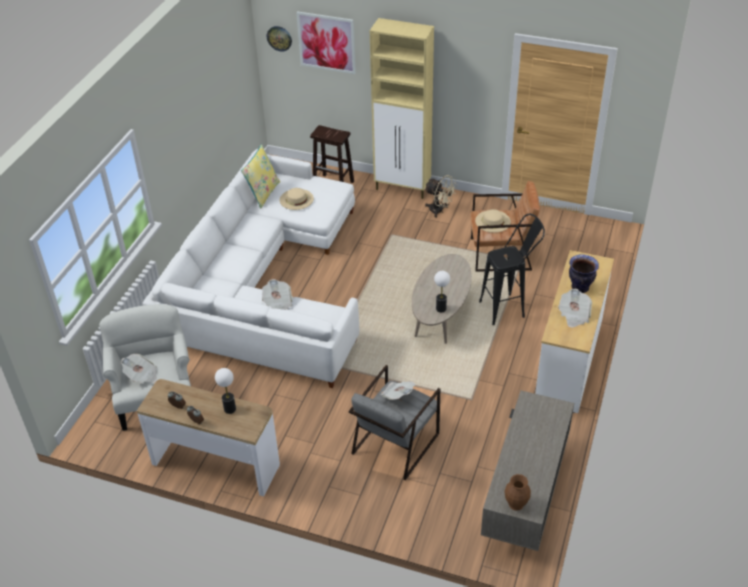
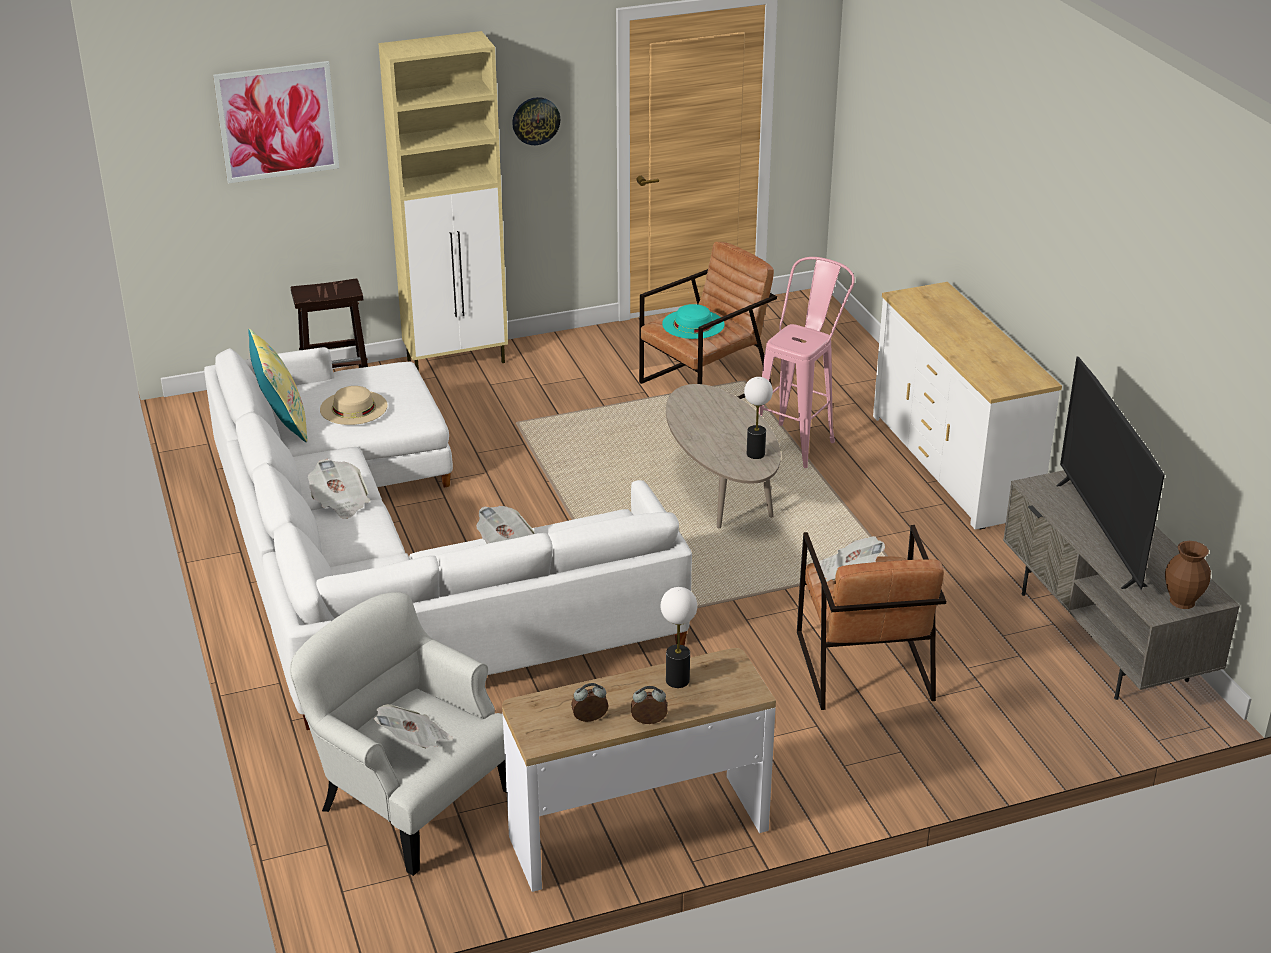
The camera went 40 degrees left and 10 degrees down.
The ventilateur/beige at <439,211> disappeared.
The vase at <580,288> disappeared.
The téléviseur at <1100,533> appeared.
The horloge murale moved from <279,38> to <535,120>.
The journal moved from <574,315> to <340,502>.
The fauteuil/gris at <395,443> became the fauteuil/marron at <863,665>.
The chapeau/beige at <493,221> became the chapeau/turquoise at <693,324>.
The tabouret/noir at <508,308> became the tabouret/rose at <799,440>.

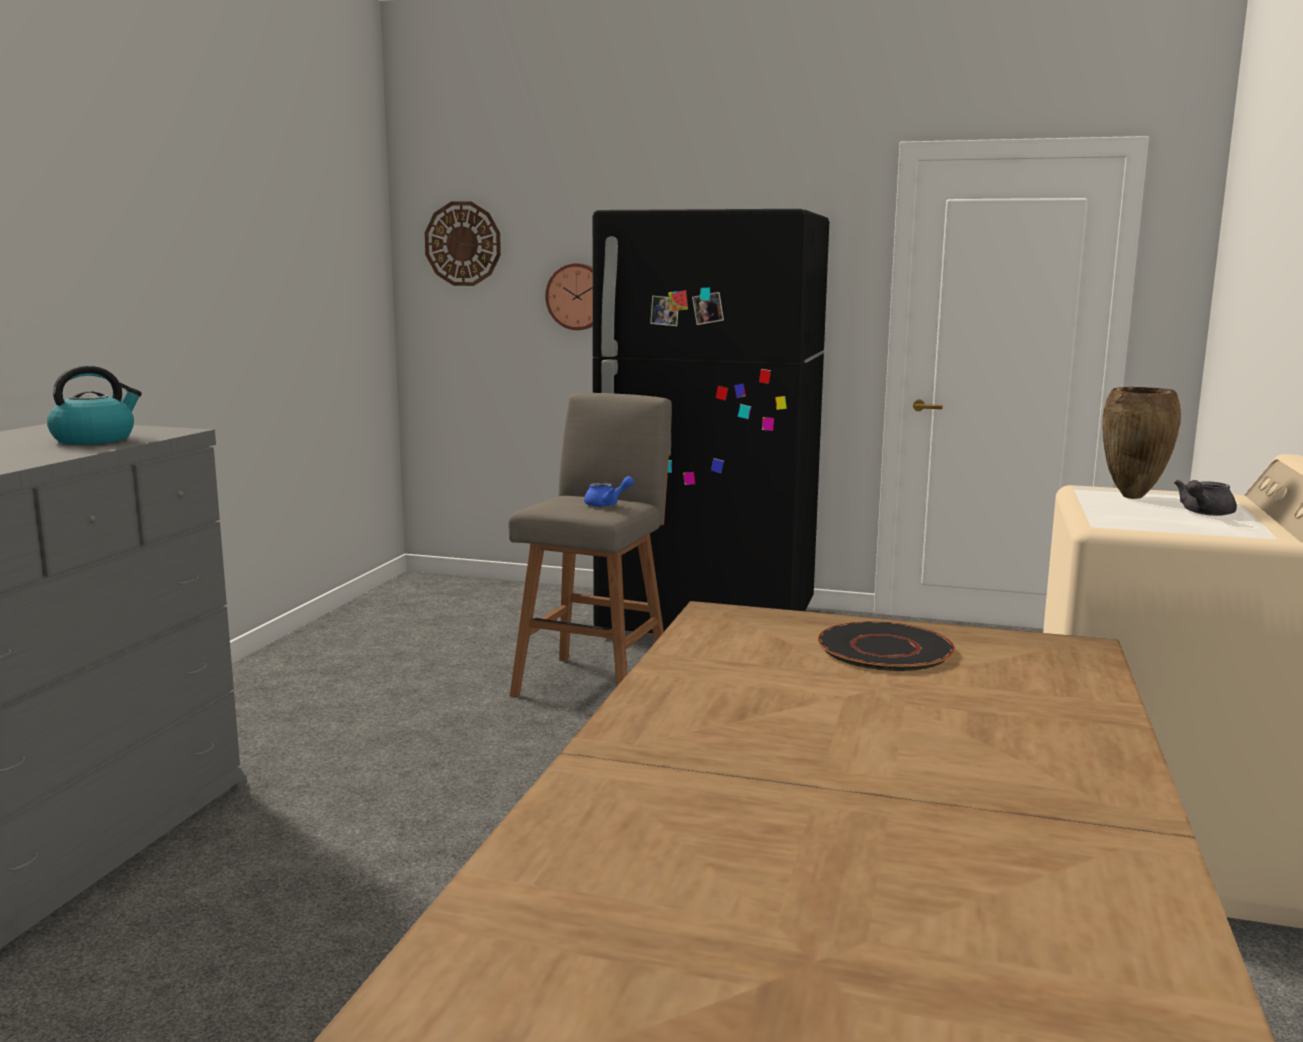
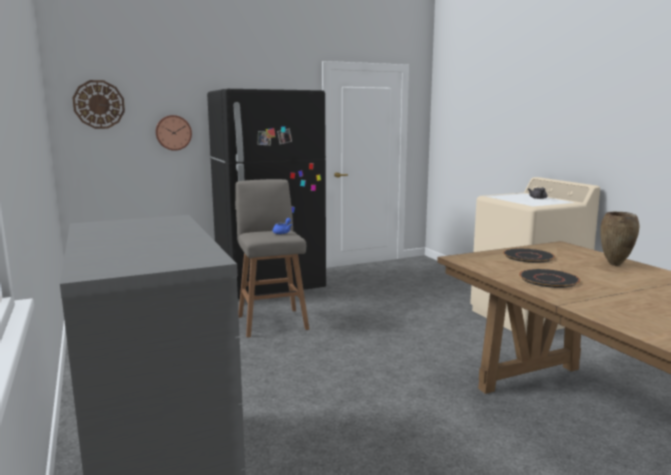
The camera went 40 degrees left and 0 degrees up.
The bouilloire at <95,439> disappeared.
The assiette/noir at <549,279> appeared.
The vase/marron moved from <1132,497> to <615,265>.

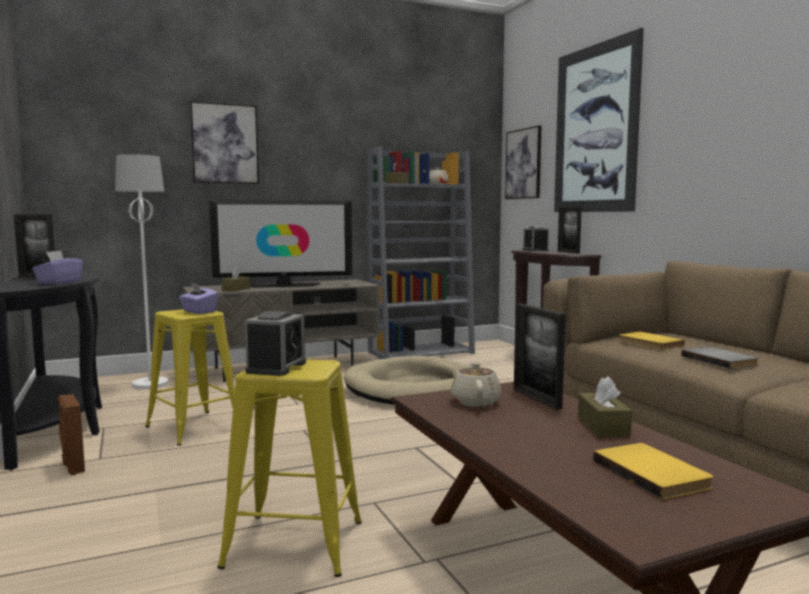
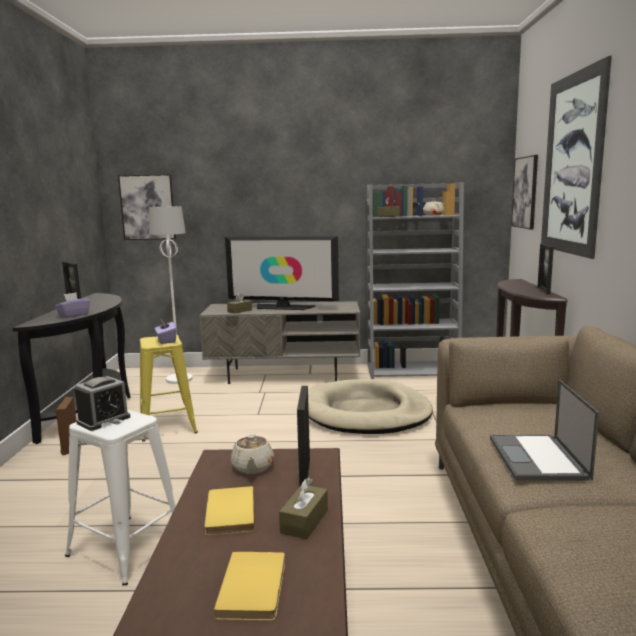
The camera went 25 degrees right and 5 degrees up.
The réveil at <535,250> disappeared.
The tableau moved from <225,143> to <147,207>.
The livre/jaune moved from <649,343> to <228,513>.
The livre/gris at <720,360> was replaced by the ordinateur portable at <538,458>.
The tabouret/jaune at <294,544> became the tabouret/blanc at <127,548>.
The théière/beige at <475,401> turned 150 degrees clockwise.

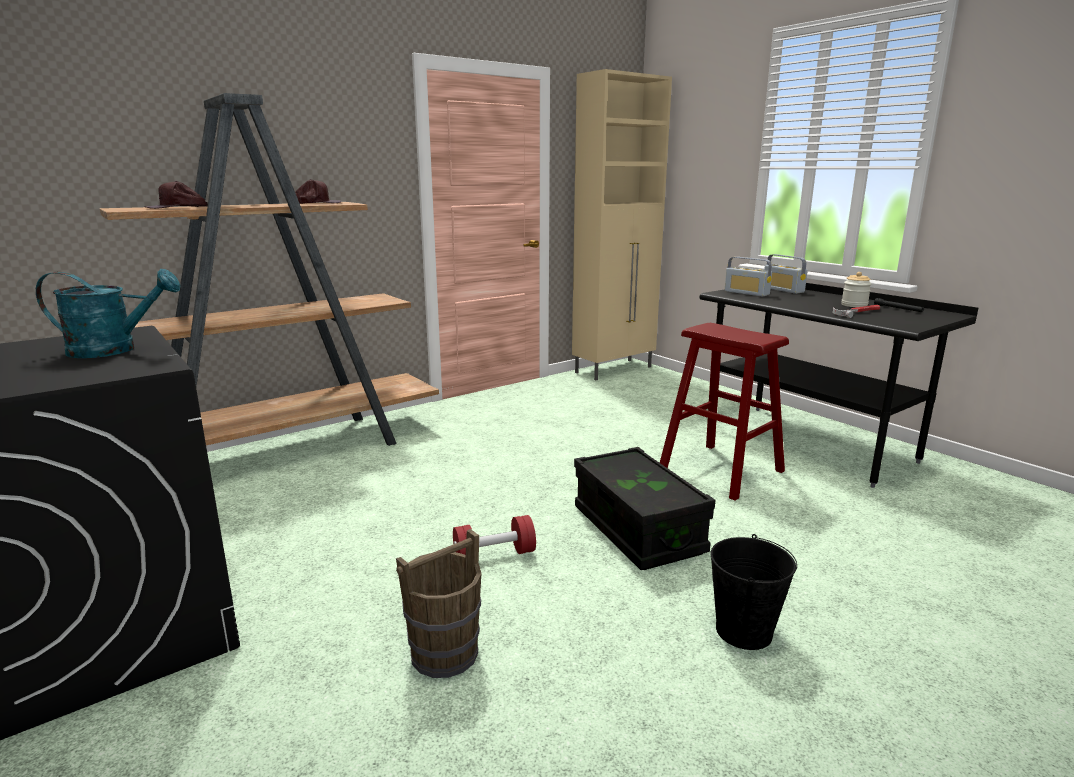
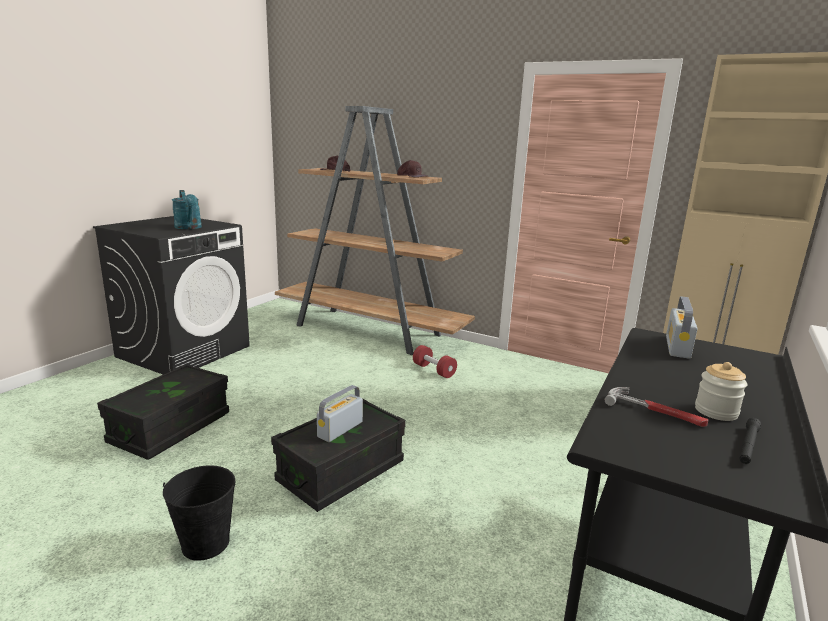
The camera went 65 degrees right and 0 degrees up.
The tabouret/rouge at <720,470> disappeared.
The haltère/rouge moved from <494,555> to <434,370>.
The radio moved from <783,290> to <340,429>.
The seau/marron at <443,654> was replaced by the boîte de rangement/noir at <171,428>.

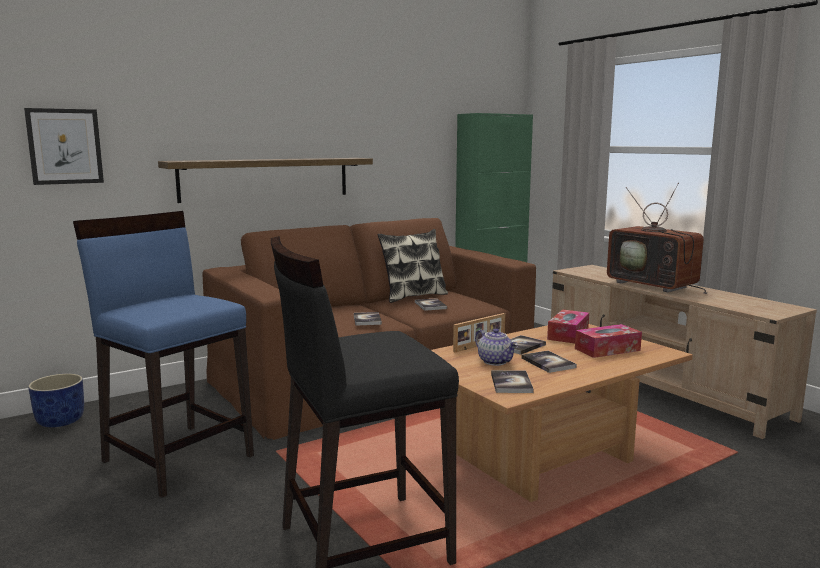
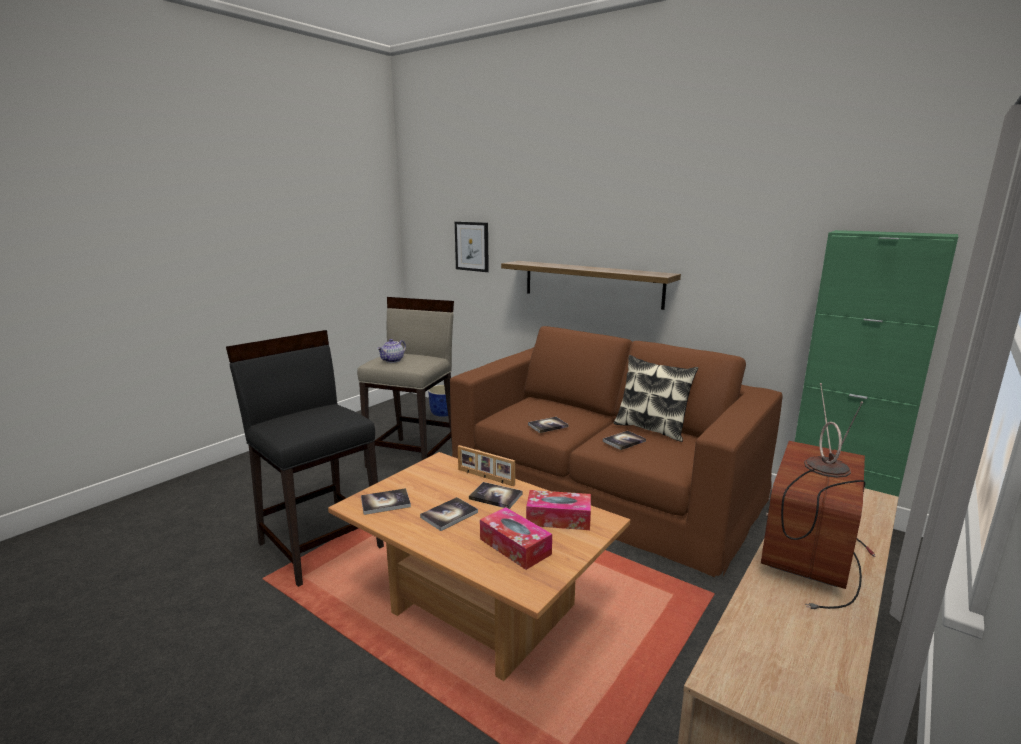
The camera went 70 degrees right and 5 degrees up.
The théière moved from <496,361> to <393,360>.
The tabouret/bleu at <178,457> became the tabouret/beige at <413,456>.

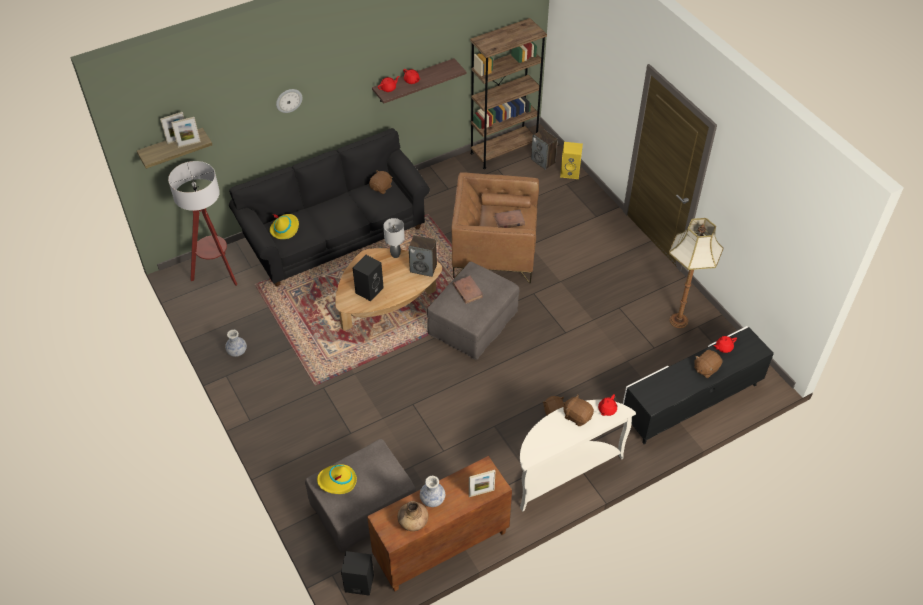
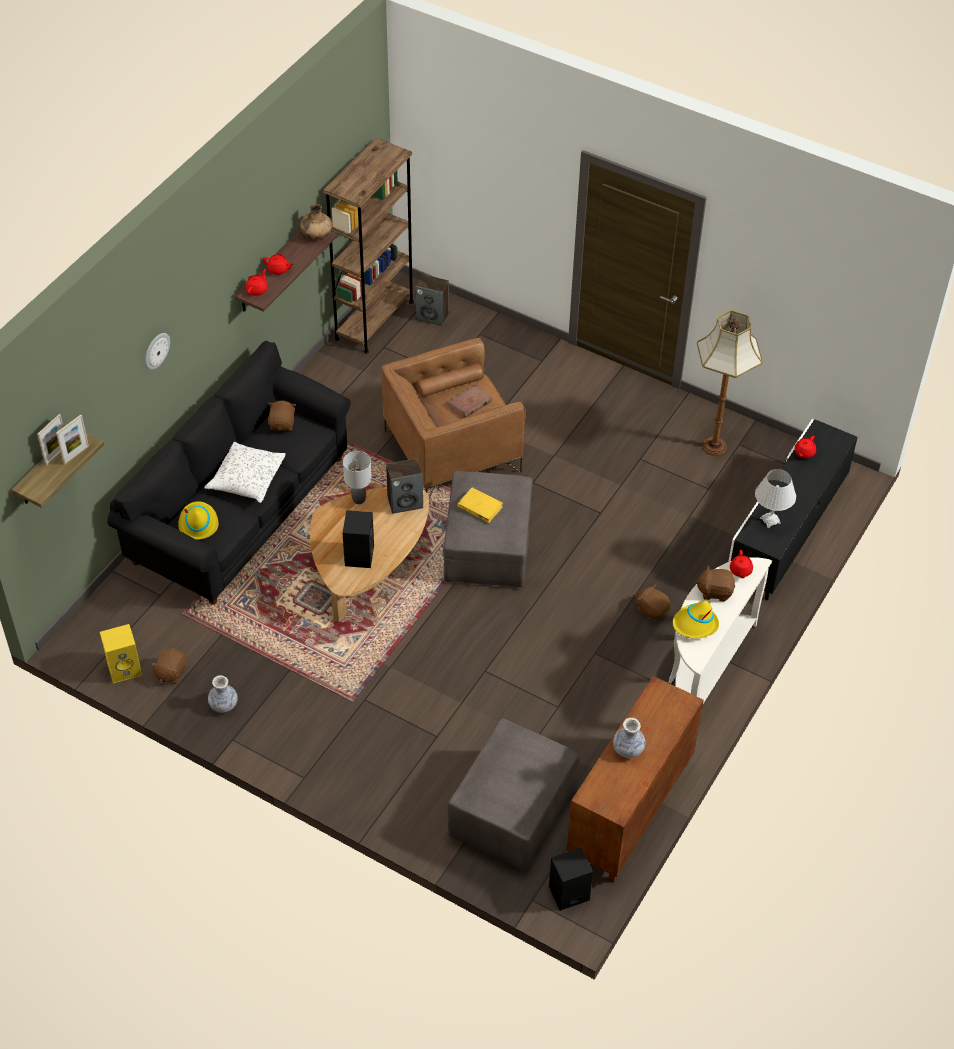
The camera went 30 degrees left and 0 degrees up.
The lampadaire at <217,273> disappeared.
The cadre photo at <481,493> disappeared.
The coussin/blanc at <246,478> appeared.
The lampe de table/blanc at <770,520> appeared.
The chapeau/jaune moved from <337,481> to <695,624>.
The vase/marron moved from <413,522> to <316,235>.
The enceinte/jaune moved from <570,172> to <125,668>.
The peluche/marron moved from <705,369> to <170,673>.
The livre/marron at <467,291> became the livre/jaune at <479,507>.

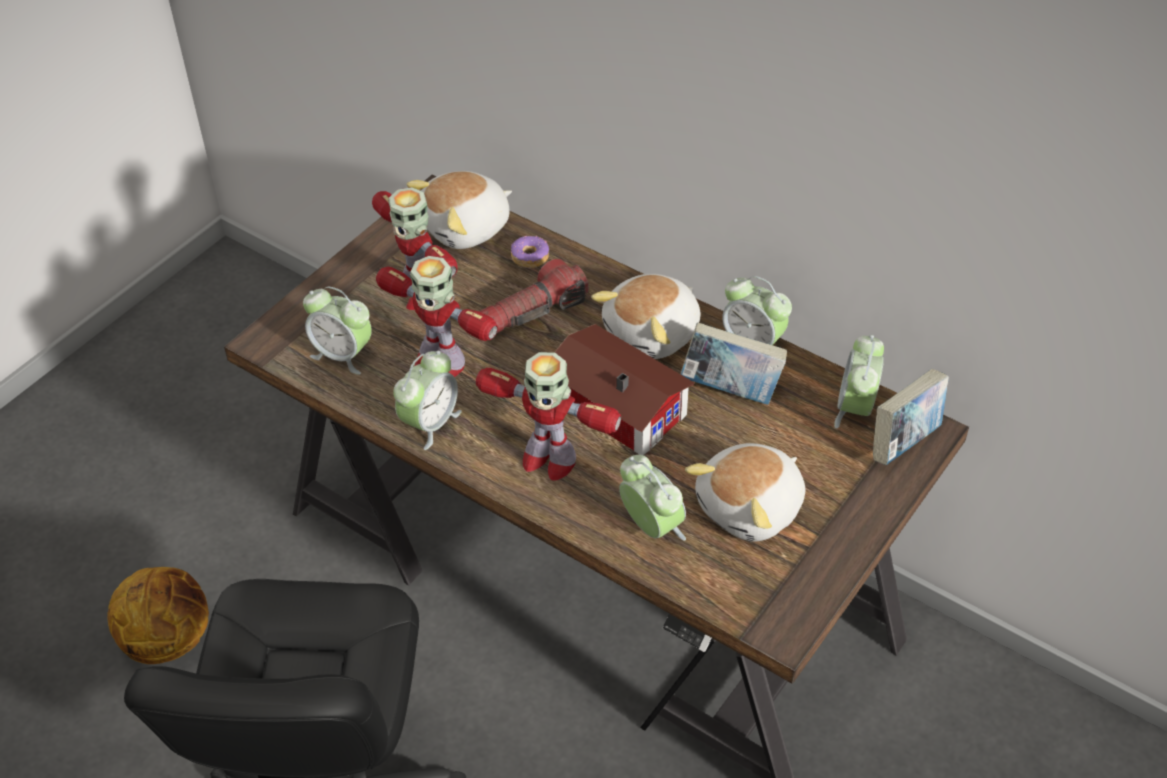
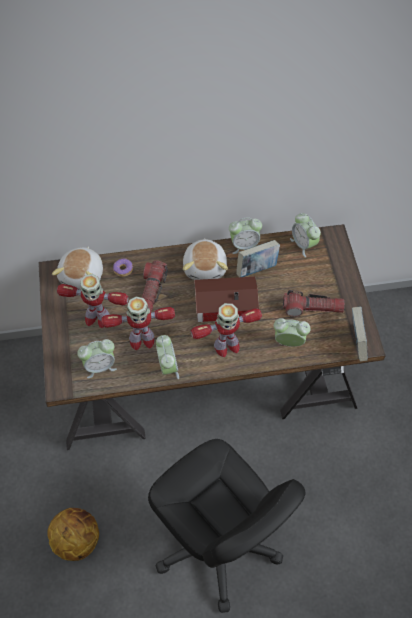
The camera went 45 degrees left and 10 degrees up.
The livre moved from <904,442> to <356,343>.
The peluche at <752,508> was replaced by the lampe de poche at <312,309>.

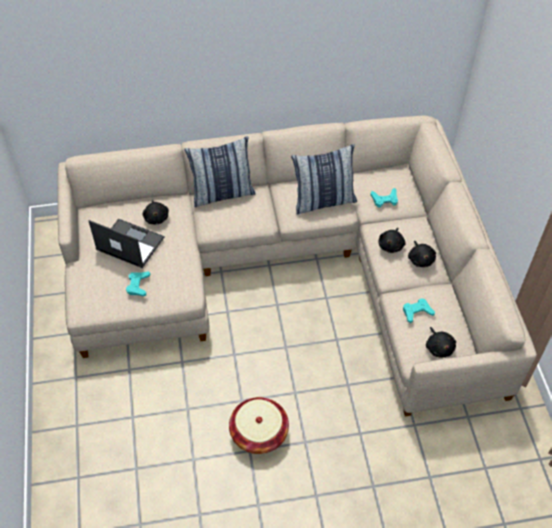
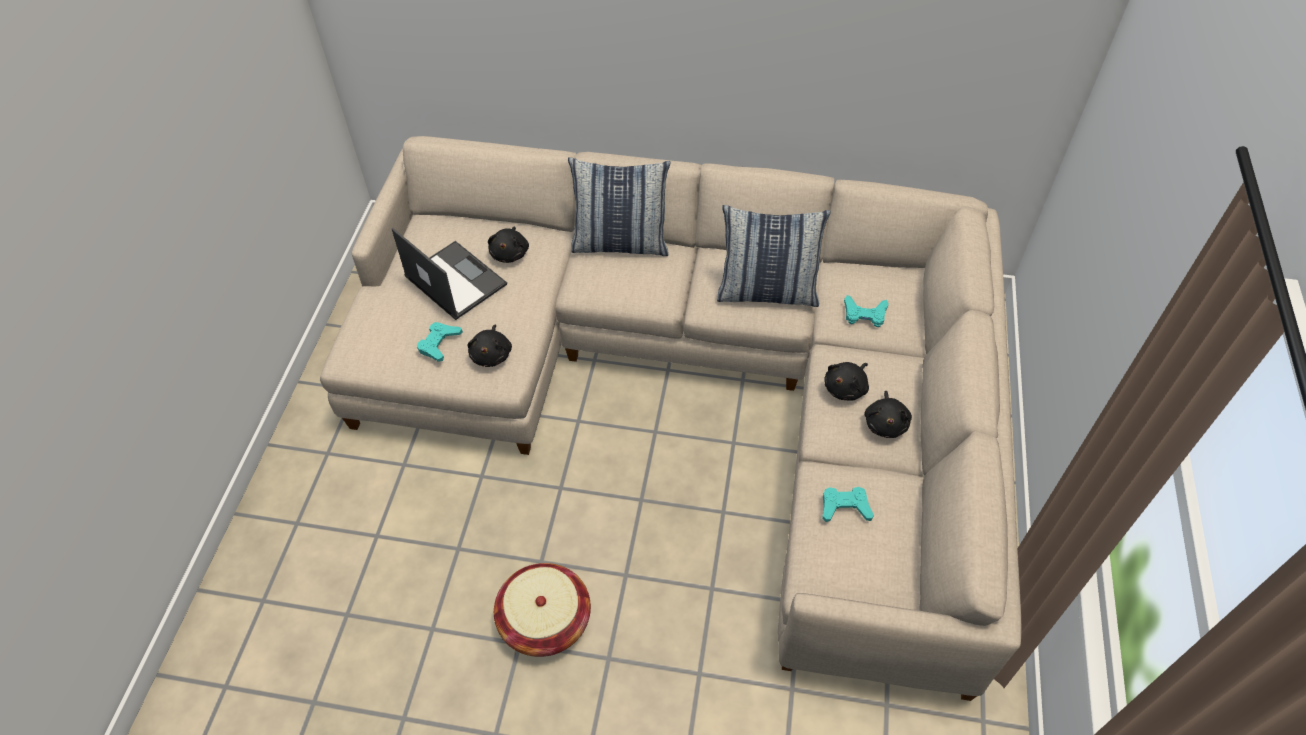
The camera went 20 degrees right and 0 degrees up.
The peluche/noir moved from <439,347> to <492,354>.

